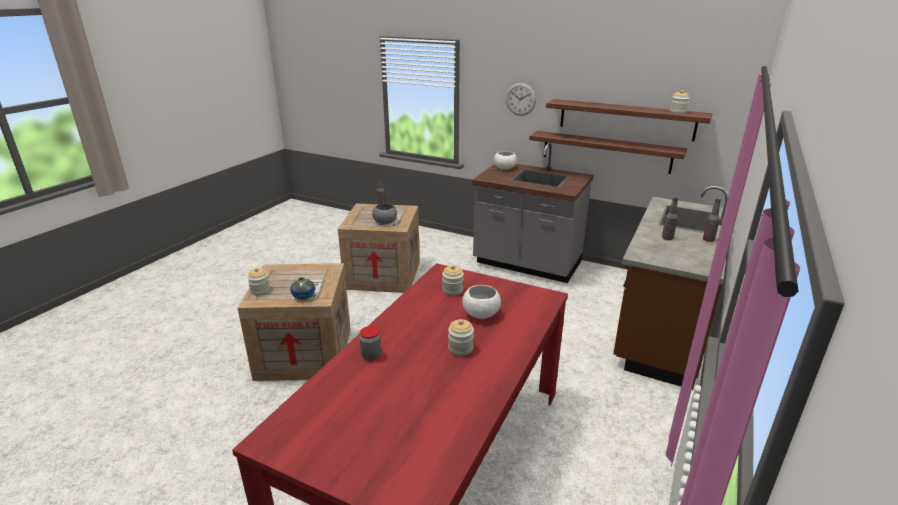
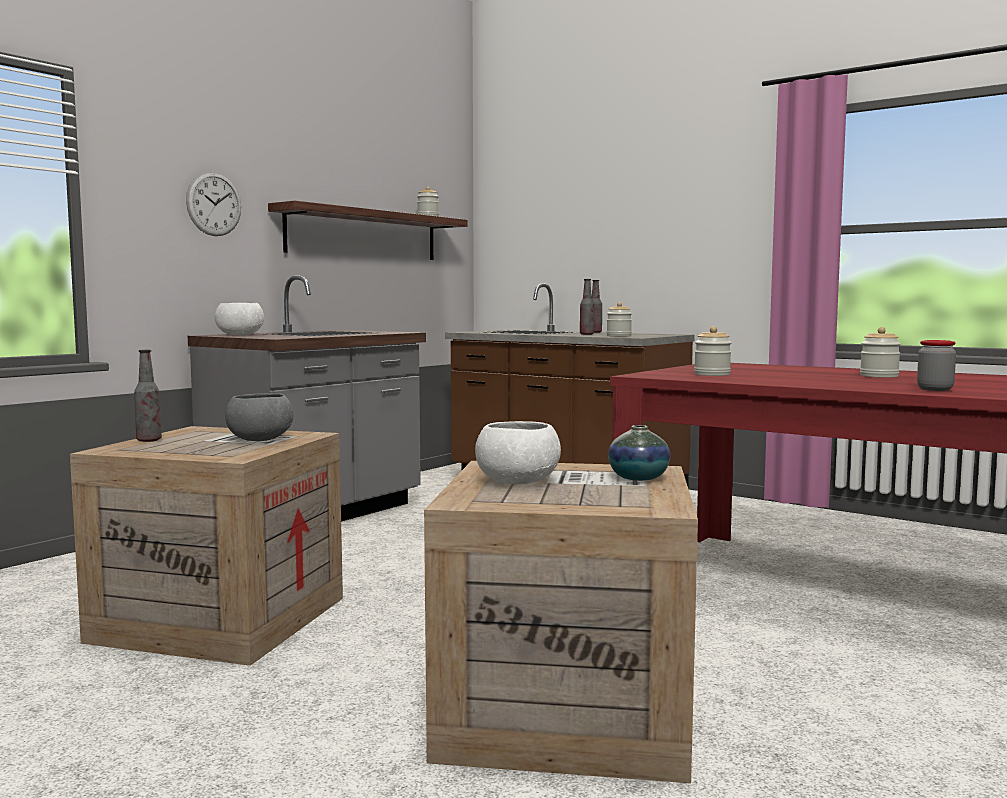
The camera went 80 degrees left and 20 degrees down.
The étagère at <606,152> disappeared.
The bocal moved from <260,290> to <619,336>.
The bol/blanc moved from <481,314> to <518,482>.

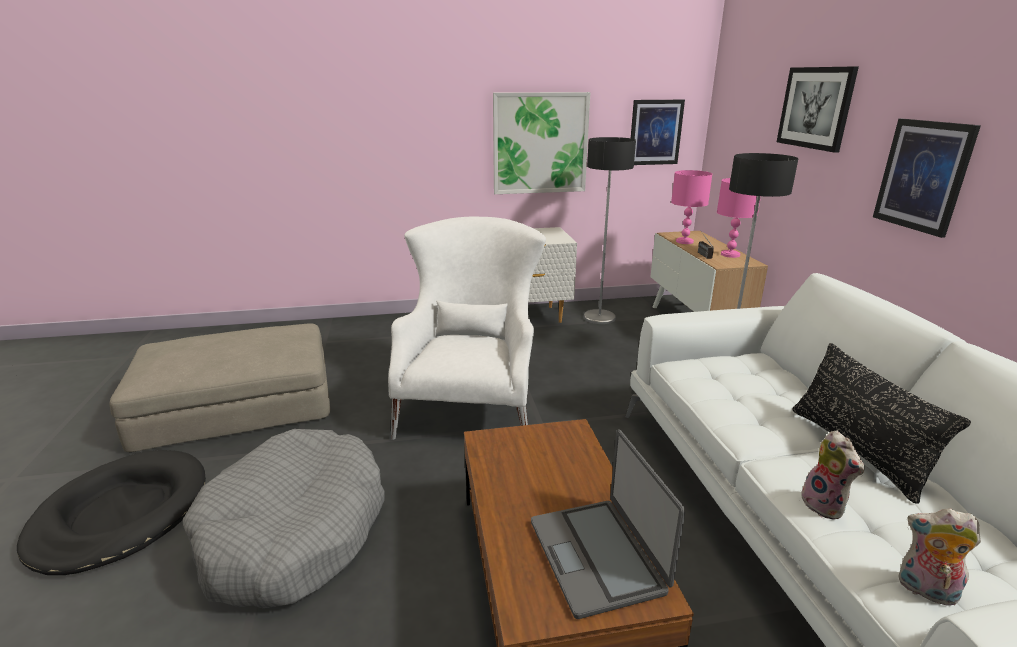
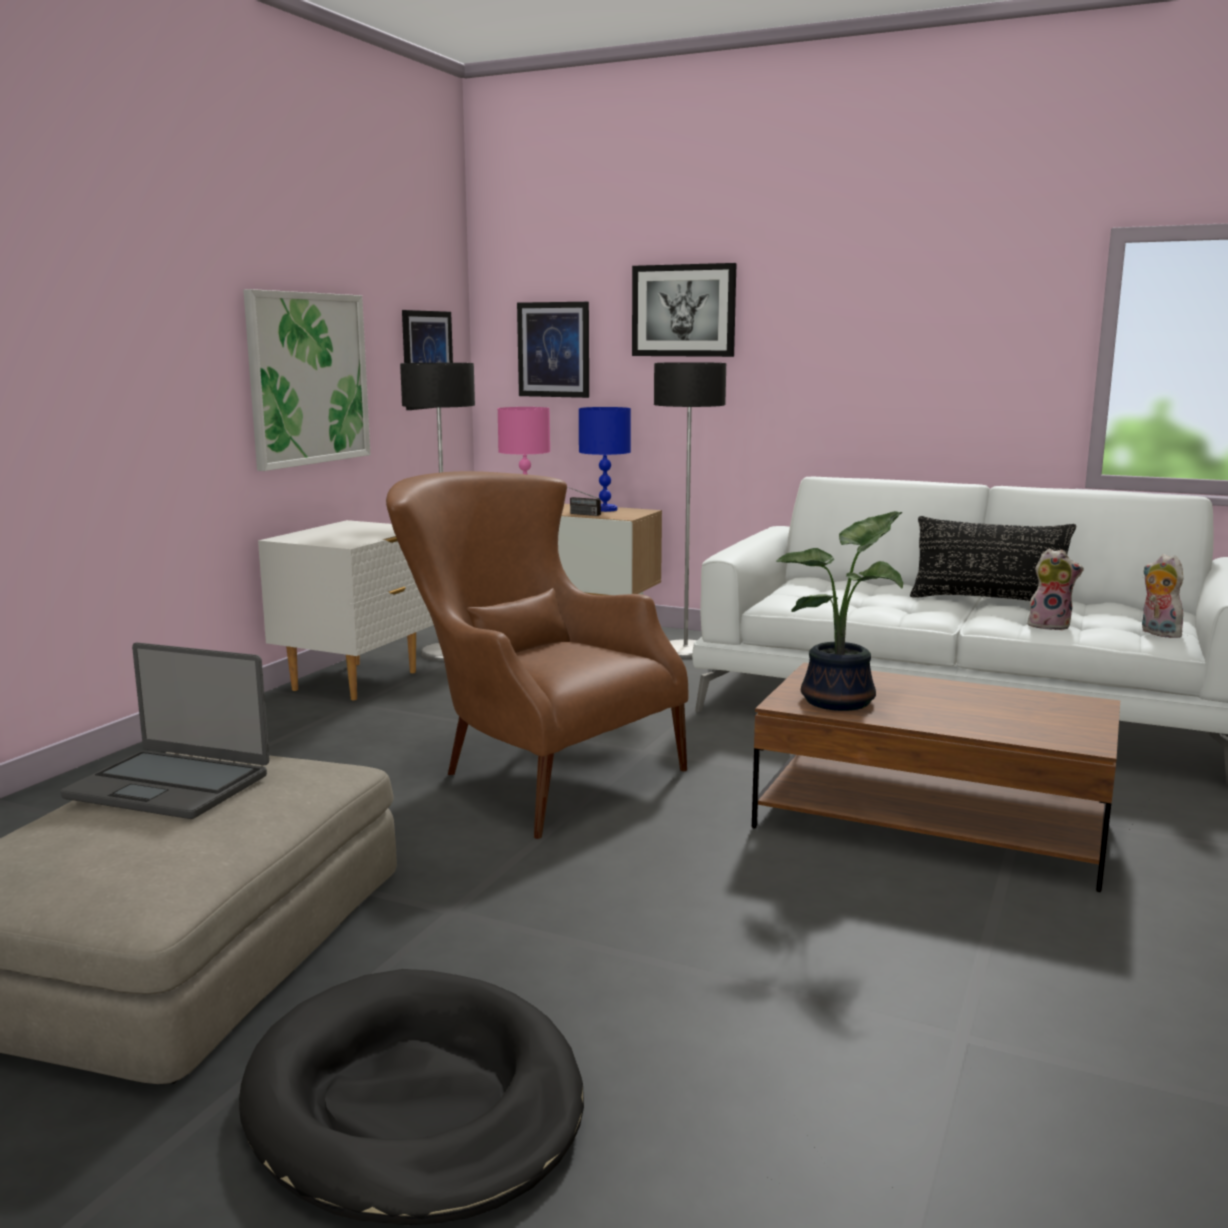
The camera went 55 degrees left and 10 degrees down.
The panier pour chien/gris at <294,532> disappeared.
The plante en pot at <842,701> appeared.
The ordinateur portable moved from <598,555> to <170,786>.
The tableau moved from <923,176> to <554,349>.
The fauteuil/blanc at <472,403> became the fauteuil/marron at <531,771>.
The lampe de table/rose at <730,255> became the lampe de table/bleu at <604,509>.
The peluche at <925,590> turned 90 degrees clockwise.

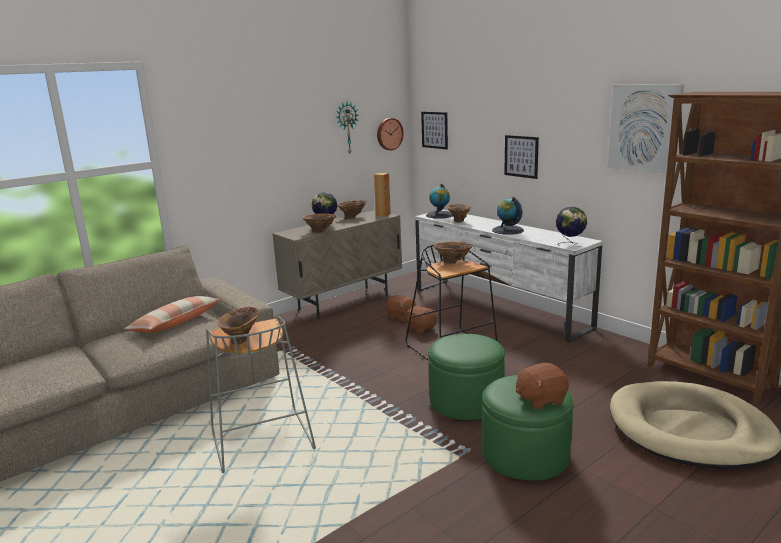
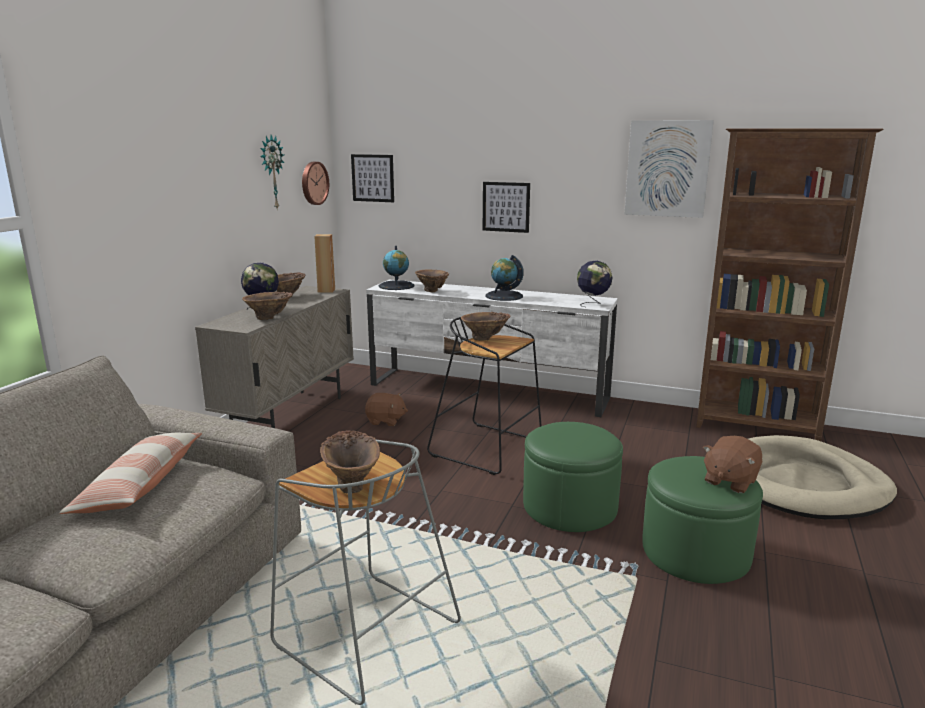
The camera went 30 degrees left and 0 degrees up.
The peluche/marron at <421,328> disappeared.

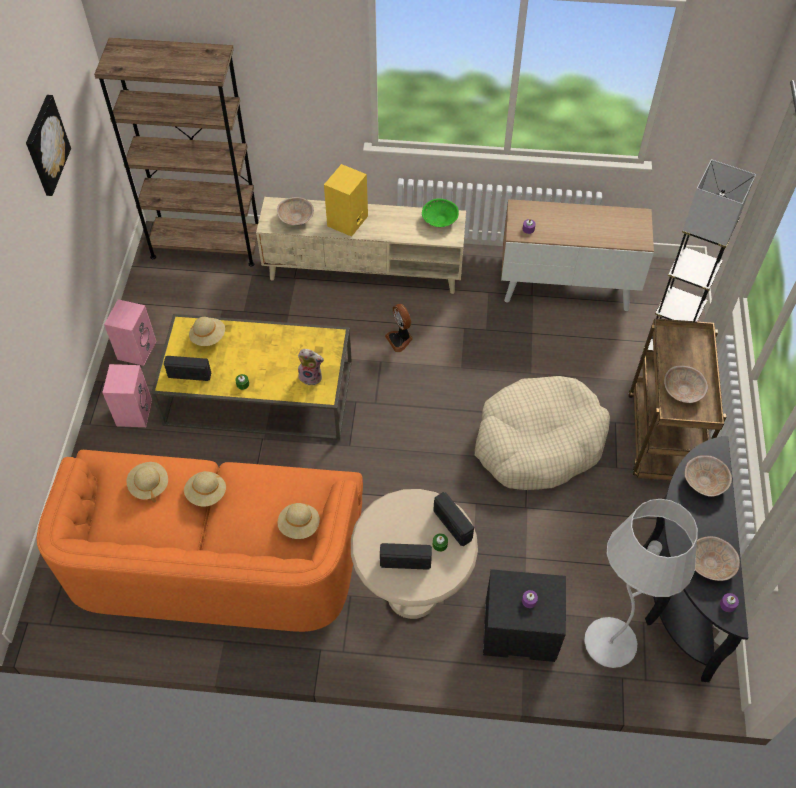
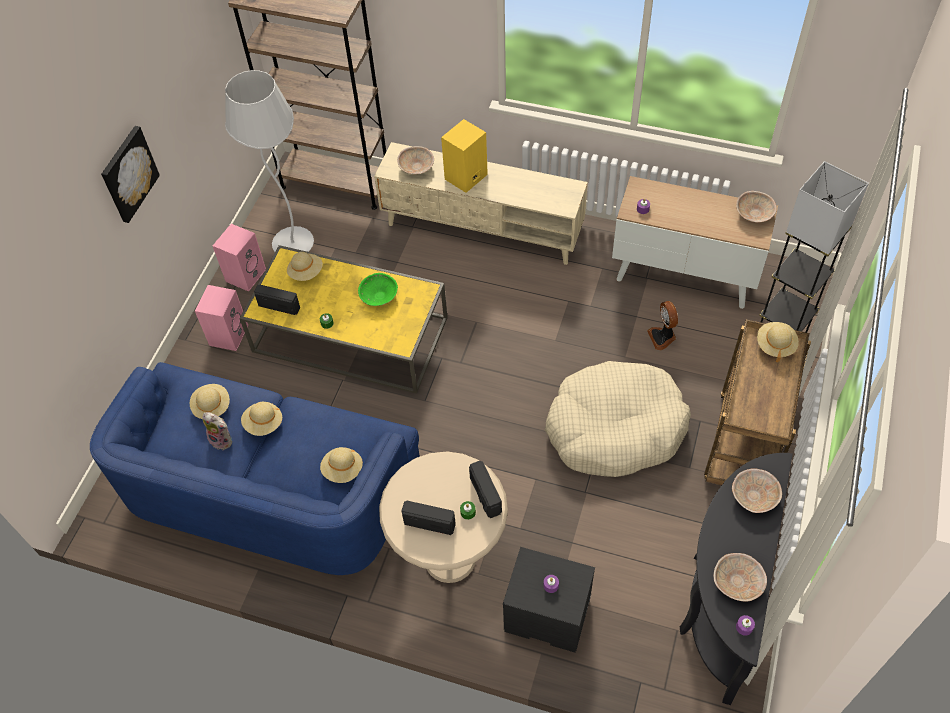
The camera went 15 degrees right and 0 degrees up.
The chapeau/beige at <775,345> appeared.
The tableau moved from <45,145> to <128,174>.
The peluche moved from <311,377> to <223,440>.
The ventilateur moved from <400,339> to <662,337>.
The bol/vert moved from <439,220> to <378,296>.
The lampadaire/blanc moved from <609,644> to <293,244>.
The bol/beige moved from <683,391> to <754,214>.
The canapé/orange at <216,559> became the canapé/bleu at <270,489>.

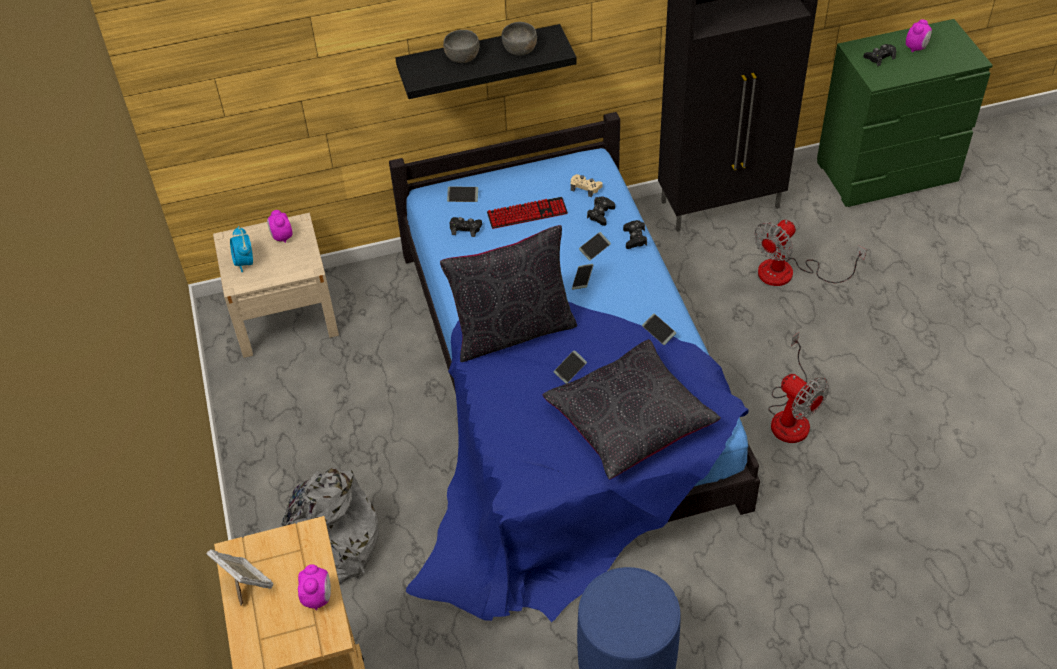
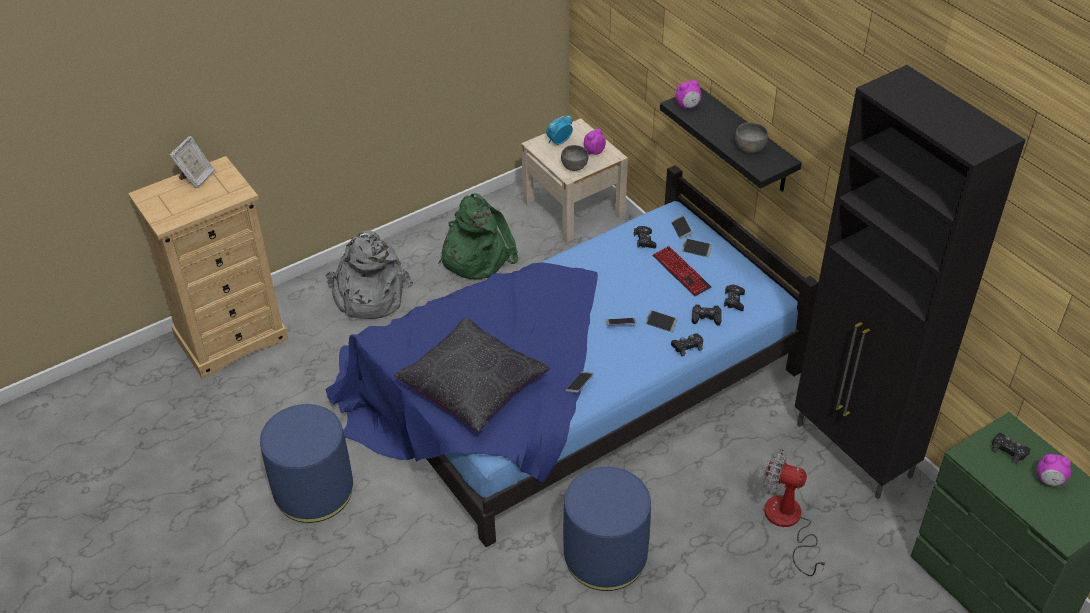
The camera went 70 degrees right and 5 degrees down.
The coussin/noir at <512,331> disappeared.
The sac à dos/vert at <475,255> appeared.
The réveil moved from <318,597> to <687,106>.
The bol/gris moved from <462,57> to <574,166>.
The téléphone moved from <570,369> to <696,250>.
The ventilateur at <791,415> was replaced by the pouf/bleu at <605,556>.
The manette/beige at <585,187> became the manette/noir at <734,300>.

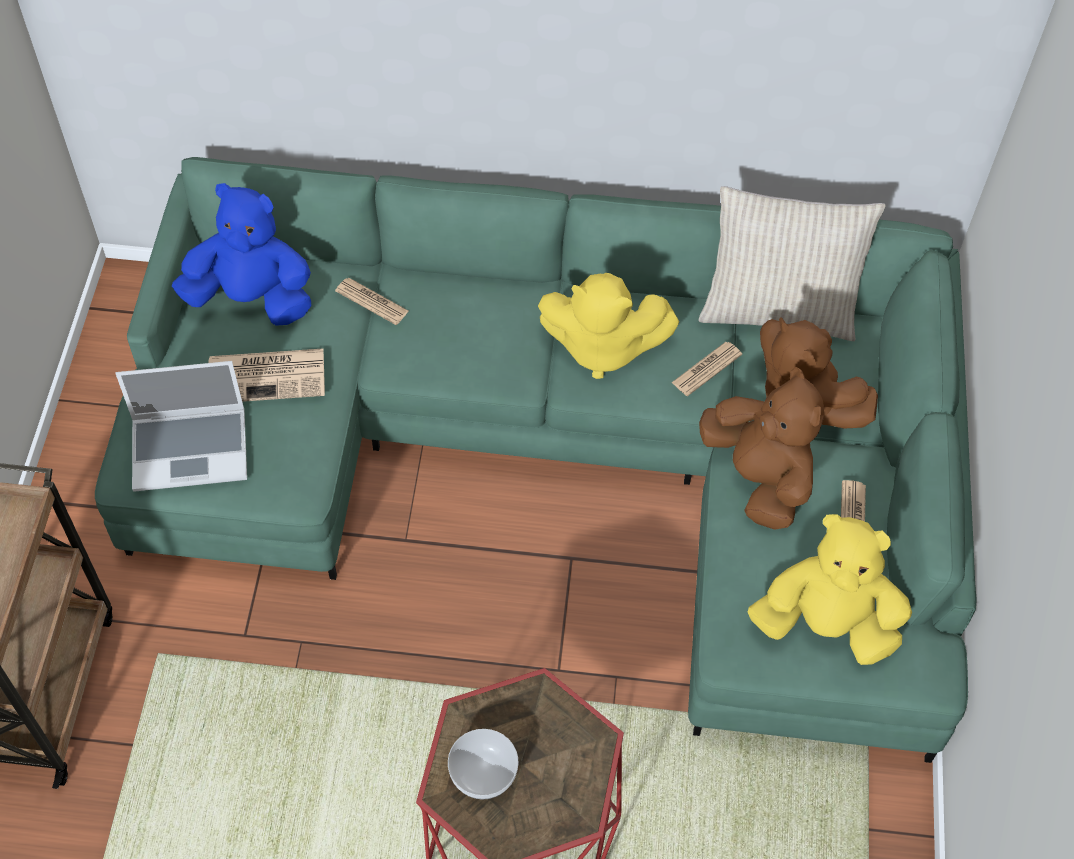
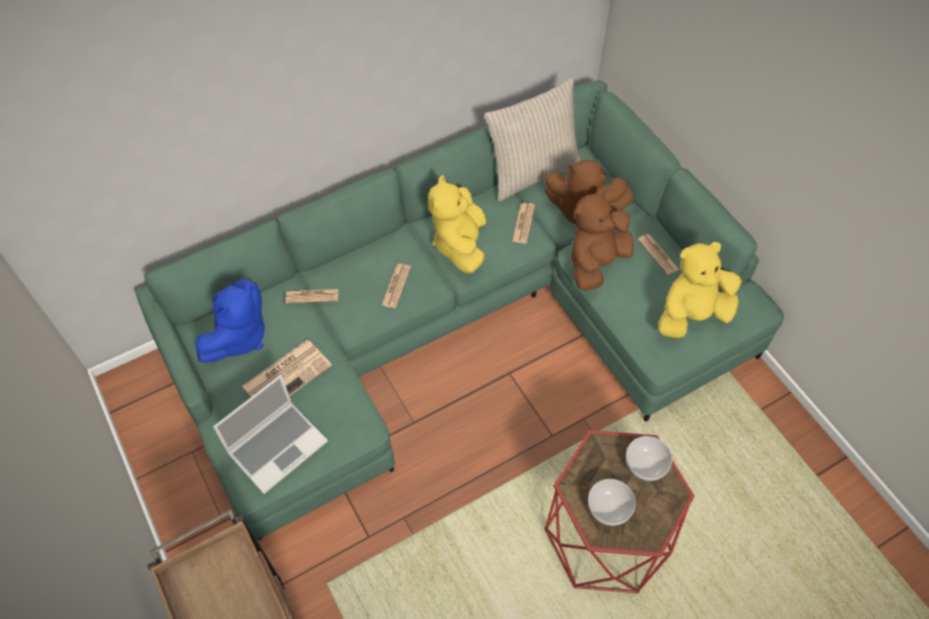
The camera went 35 degrees left and 0 degrees up.
The journal at <396,286> appeared.
The bol at <646,465> appeared.
The peluche/bleu at <252,298> turned 150 degrees clockwise.
The peluche/jaune at <601,347> turned 120 degrees clockwise.
The peluche/marron at <758,477> turned 75 degrees counterclockwise.

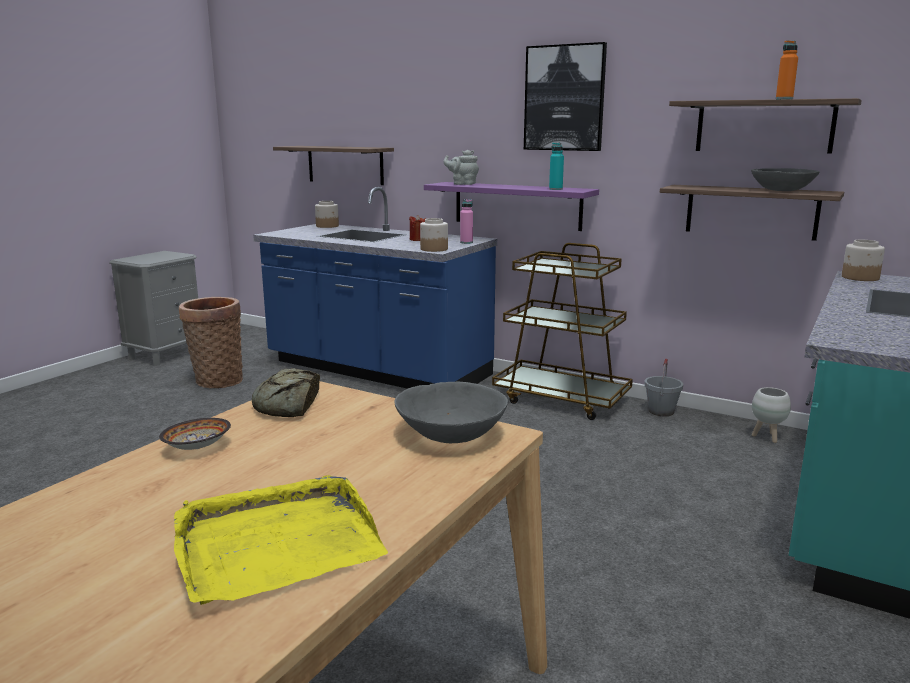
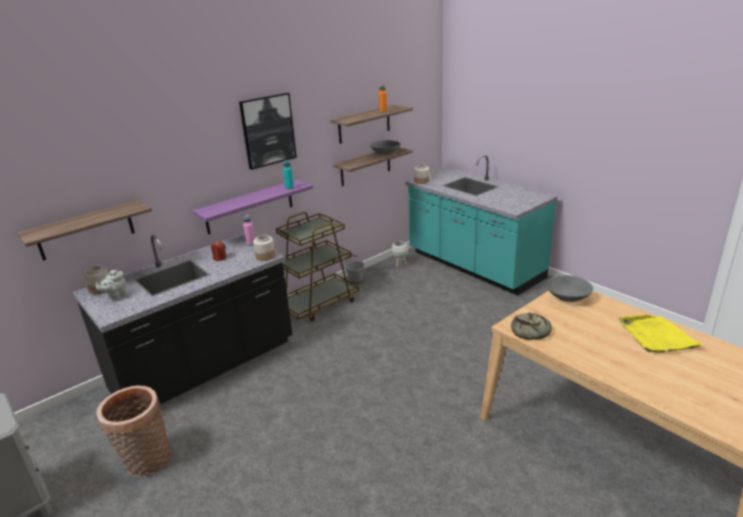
The camera went 70 degrees left and 10 degrees up.
The bol at <195,447> disappeared.
The théière/gris moved from <462,184> to <116,297>.
The comptoir de cuisine/bleu at <377,369> became the comptoir de cuisine/noir at <205,366>.

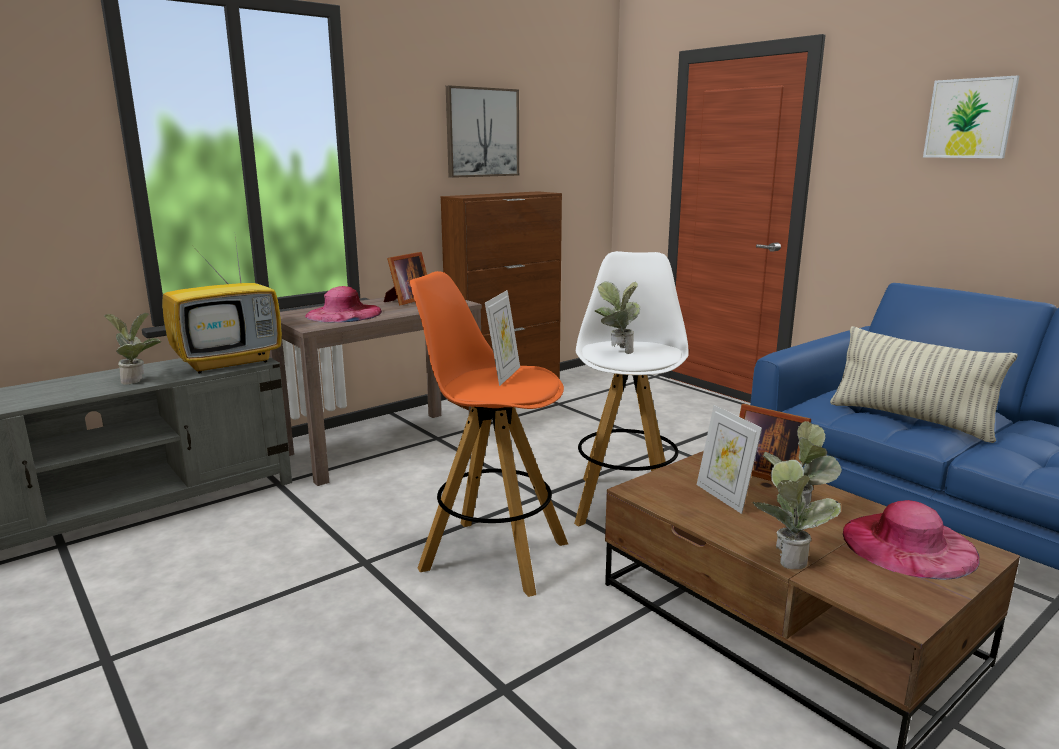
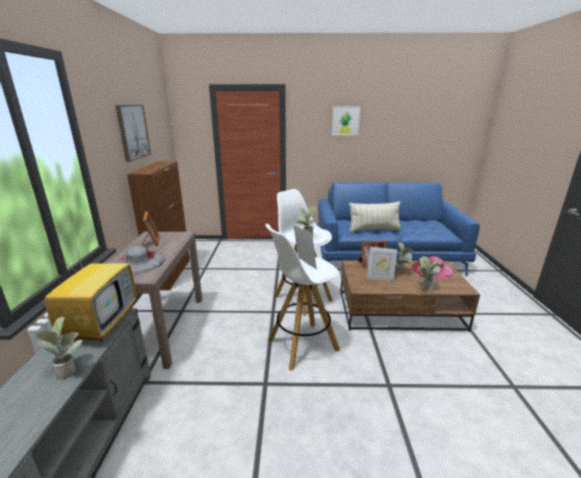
The camera went 50 degrees left and 5 degrees up.
The chapeau/rose at <344,313> became the chapeau/gris at <139,262>.
The tabouret/orange at <492,555> became the tabouret/blanc at <302,345>.

